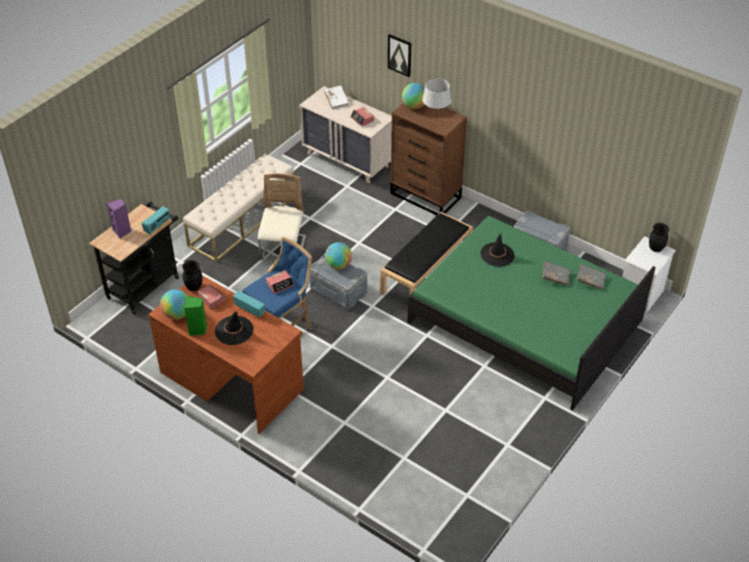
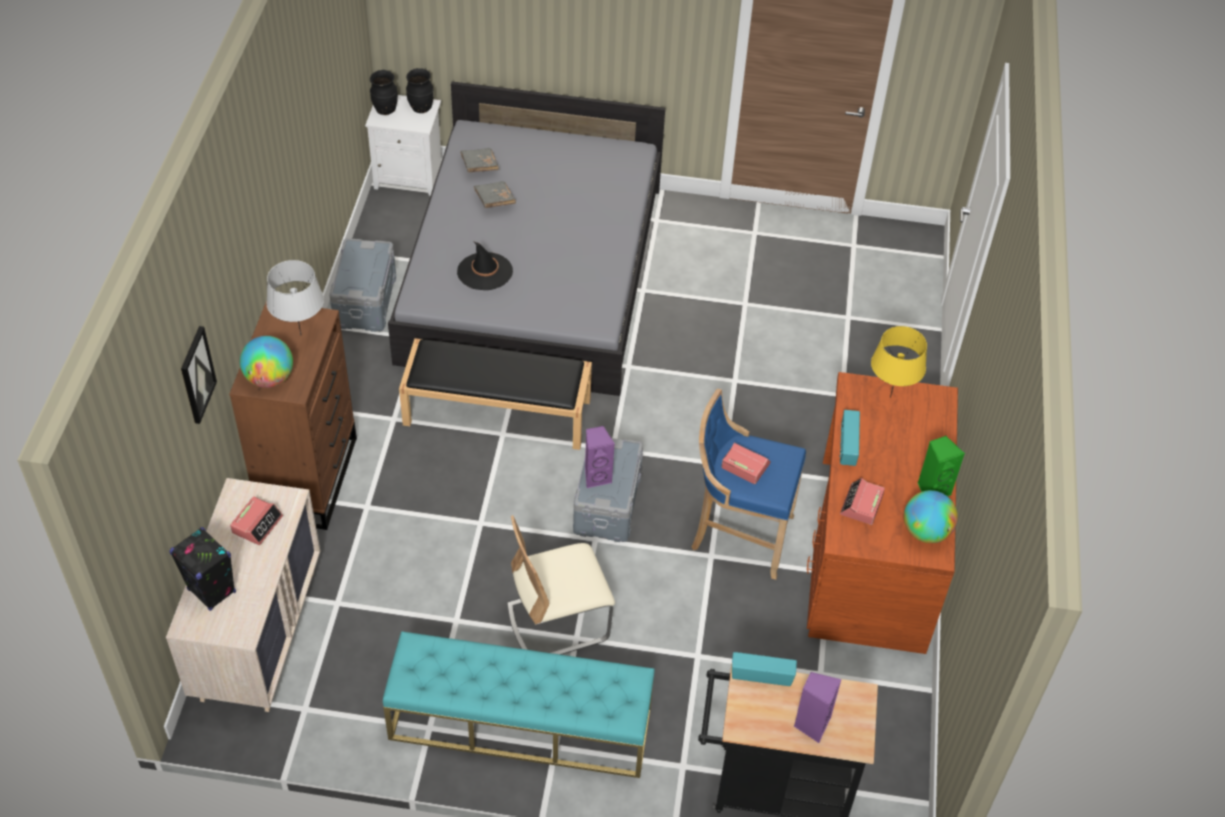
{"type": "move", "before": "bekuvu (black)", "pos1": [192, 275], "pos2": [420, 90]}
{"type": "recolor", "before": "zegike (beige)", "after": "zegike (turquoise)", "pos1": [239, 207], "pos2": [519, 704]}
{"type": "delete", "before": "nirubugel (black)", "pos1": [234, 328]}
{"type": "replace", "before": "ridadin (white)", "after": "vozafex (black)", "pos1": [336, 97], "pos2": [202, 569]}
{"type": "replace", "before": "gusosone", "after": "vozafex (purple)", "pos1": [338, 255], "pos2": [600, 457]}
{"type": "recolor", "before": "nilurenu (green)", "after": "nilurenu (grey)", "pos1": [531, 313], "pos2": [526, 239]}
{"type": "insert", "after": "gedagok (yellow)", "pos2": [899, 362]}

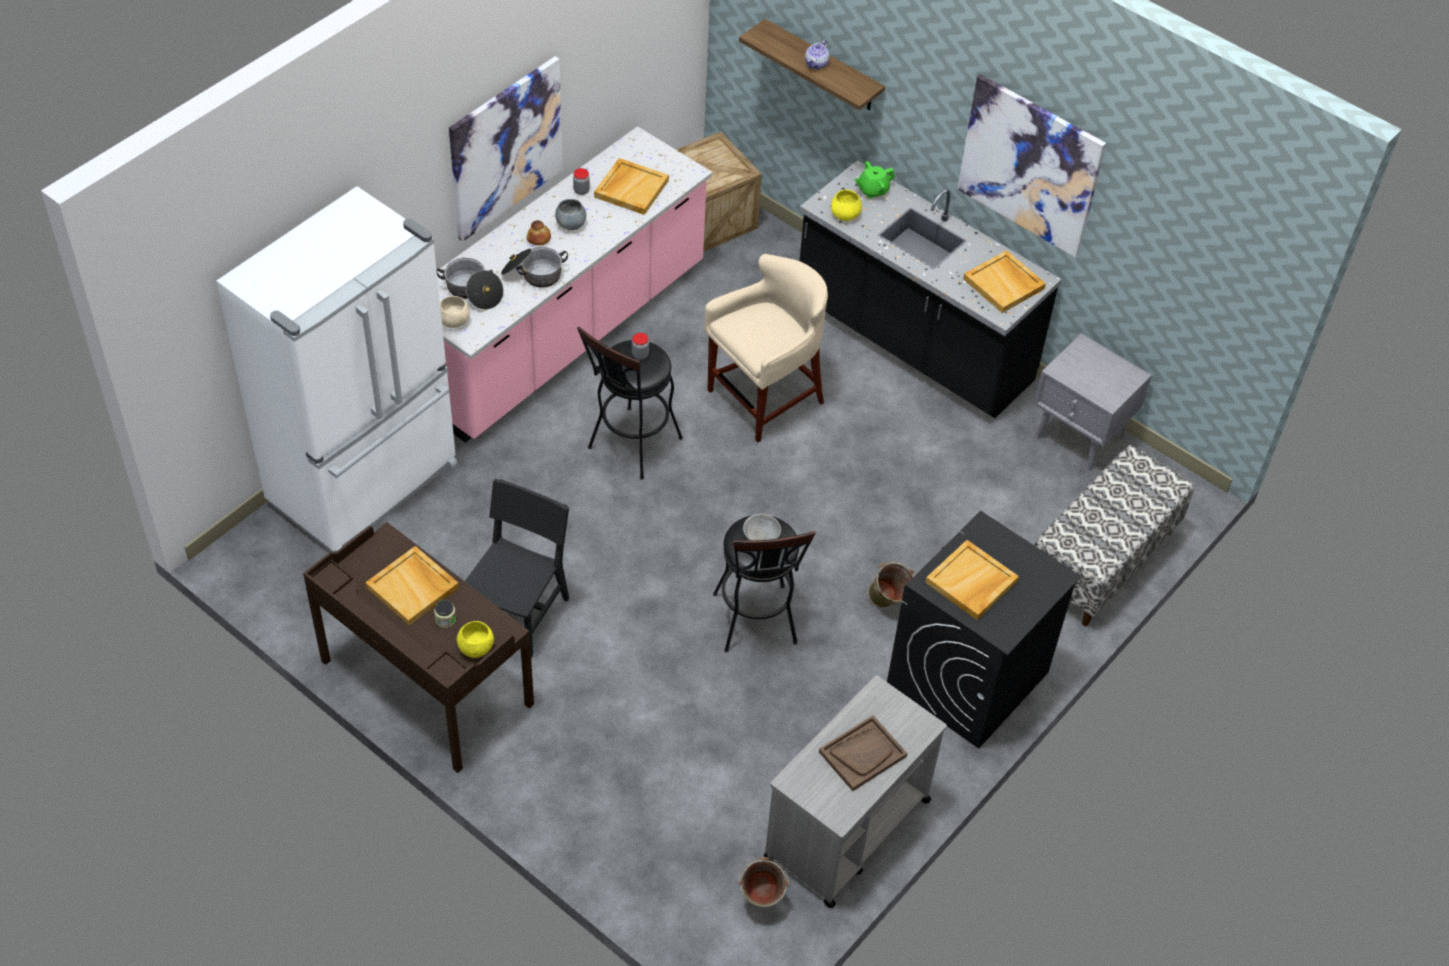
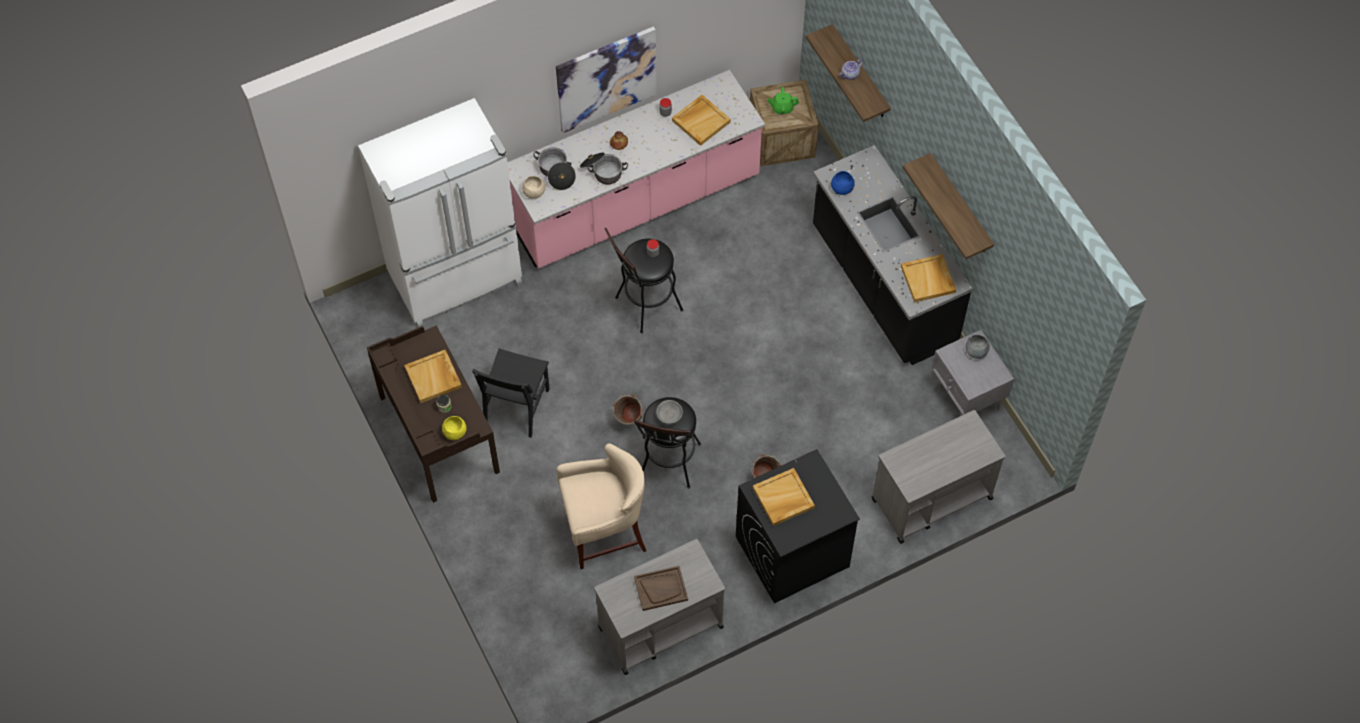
{"type": "rotate", "before": "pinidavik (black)", "pos1": [517, 568], "pos2": [511, 392], "turn": 150}
{"type": "move", "before": "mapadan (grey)", "pos1": [570, 214], "pos2": [978, 347]}
{"type": "move", "before": "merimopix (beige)", "pos1": [766, 348], "pos2": [602, 506]}
{"type": "move", "before": "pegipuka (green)", "pos1": [764, 882], "pos2": [628, 409]}
{"type": "recolor", "before": "mapadan (yellow)", "after": "mapadan (blue)", "pos1": [846, 205], "pos2": [843, 183]}
{"type": "move", "before": "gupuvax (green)", "pos1": [875, 180], "pos2": [783, 100]}
{"type": "replace", "before": "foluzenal", "after": "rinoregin", "pos1": [1031, 165], "pos2": [948, 206]}
{"type": "replace", "before": "zegike", "after": "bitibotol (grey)", "pos1": [1114, 535], "pos2": [938, 477]}

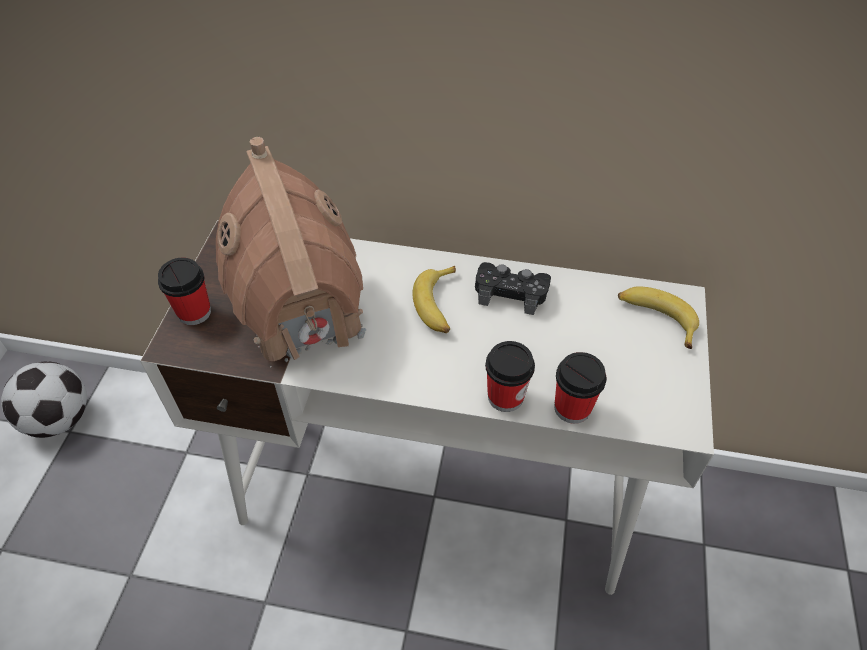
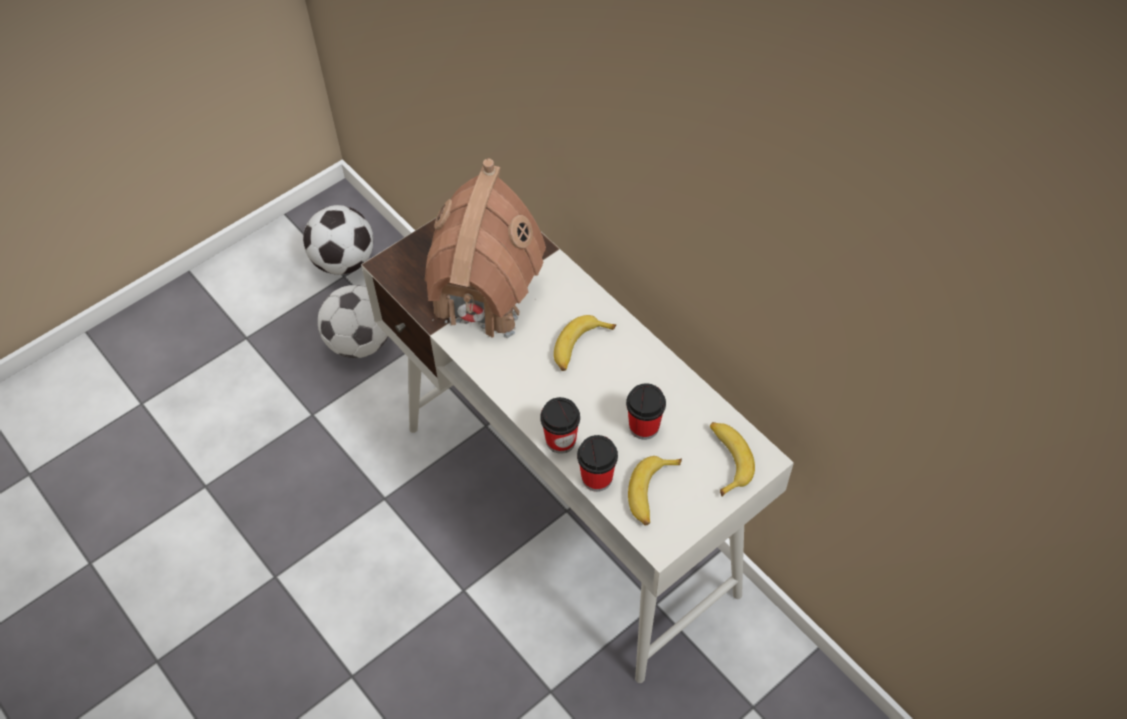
{"type": "move", "before": "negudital", "pos1": [184, 291], "pos2": [646, 411]}
{"type": "delete", "before": "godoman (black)", "pos1": [513, 288]}
{"type": "insert", "after": "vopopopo", "pos2": [353, 321]}
{"type": "insert", "after": "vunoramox", "pos2": [655, 491]}

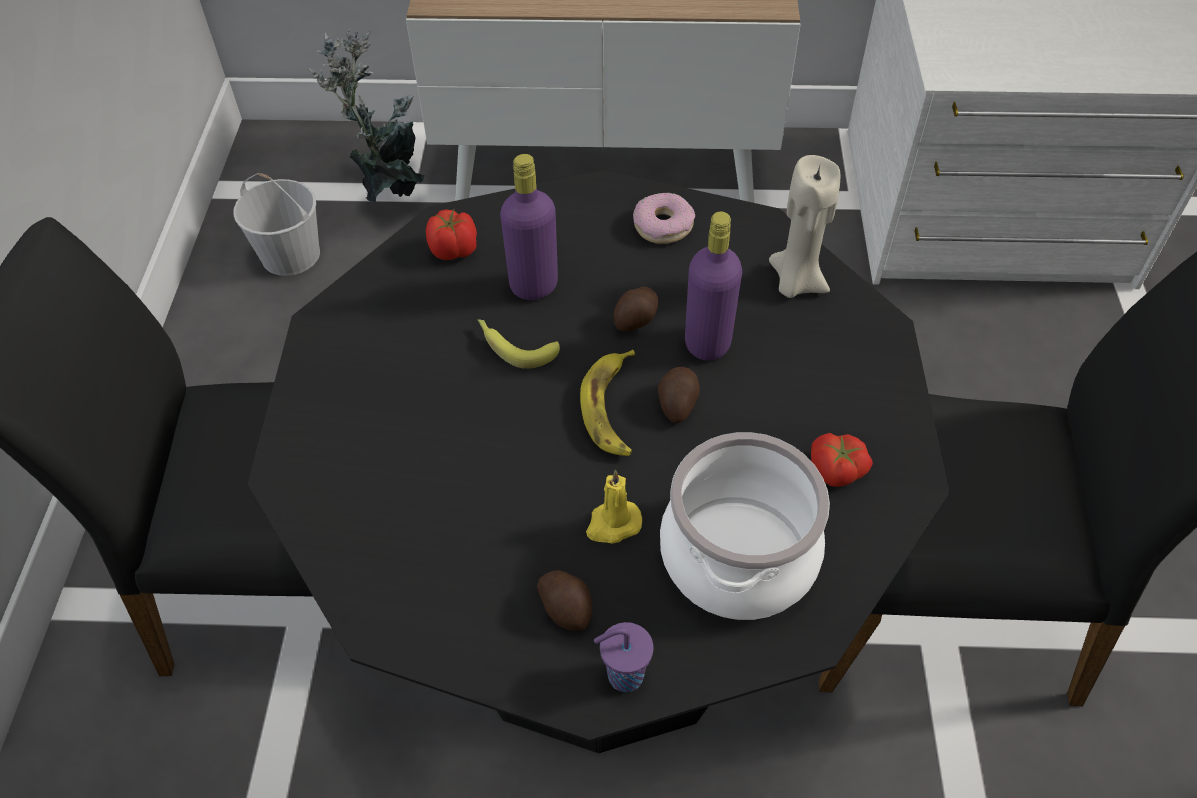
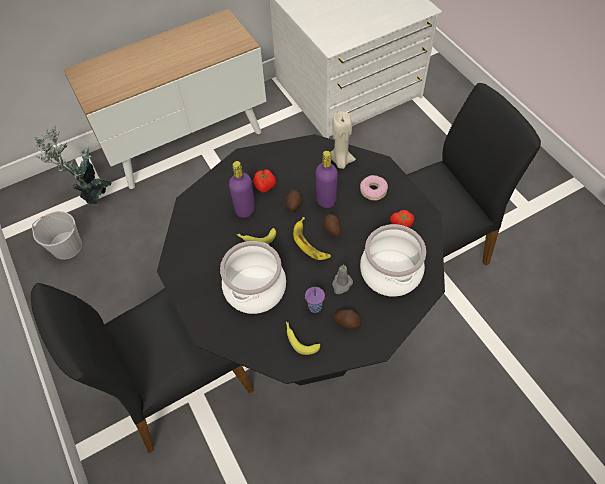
{"type": "move", "before": "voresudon", "pos1": [451, 234], "pos2": [264, 180]}
{"type": "recolor", "before": "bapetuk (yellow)", "after": "bapetuk (grey)", "pos1": [614, 507], "pos2": [342, 279]}
{"type": "move", "before": "negudital (purple)", "pos1": [624, 657], "pos2": [315, 300]}
{"type": "move", "before": "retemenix", "pos1": [664, 218], "pos2": [374, 188]}
{"type": "insert", "after": "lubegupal", "pos2": [253, 277]}
{"type": "insert", "after": "vunoramox", "pos2": [303, 338]}

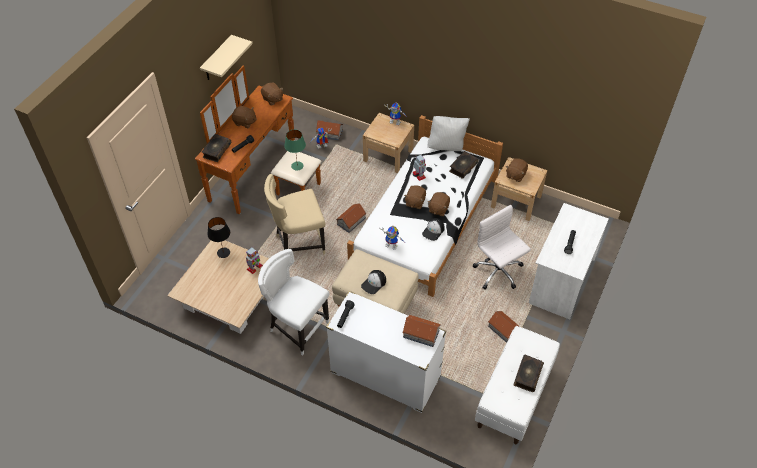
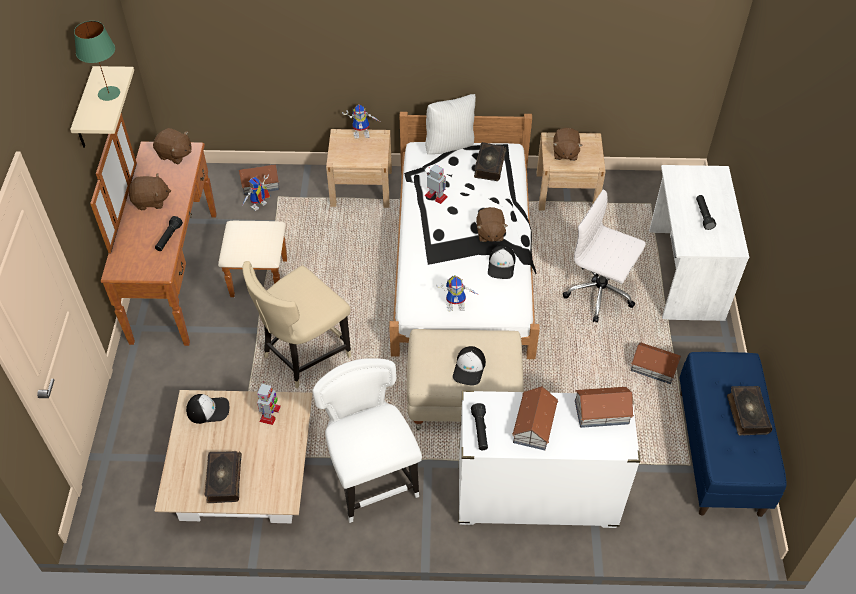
{"type": "move", "before": "ridadin", "pos1": [216, 148], "pos2": [223, 477]}
{"type": "replace", "before": "gedagok (black)", "after": "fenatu", "pos1": [218, 237], "pos2": [207, 409]}
{"type": "rotate", "before": "pinidavik (white)", "pos1": [293, 302], "pos2": [367, 440], "turn": 60}
{"type": "move", "before": "gedagok (green)", "pos1": [295, 149], "pos2": [97, 61]}
{"type": "move", "before": "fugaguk", "pos1": [351, 218], "pos2": [535, 418]}
{"type": "delete", "before": "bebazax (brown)", "pos1": [415, 197]}
{"type": "recolor", "before": "zegike (white)", "after": "zegike (blue)", "pos1": [517, 385], "pos2": [733, 434]}

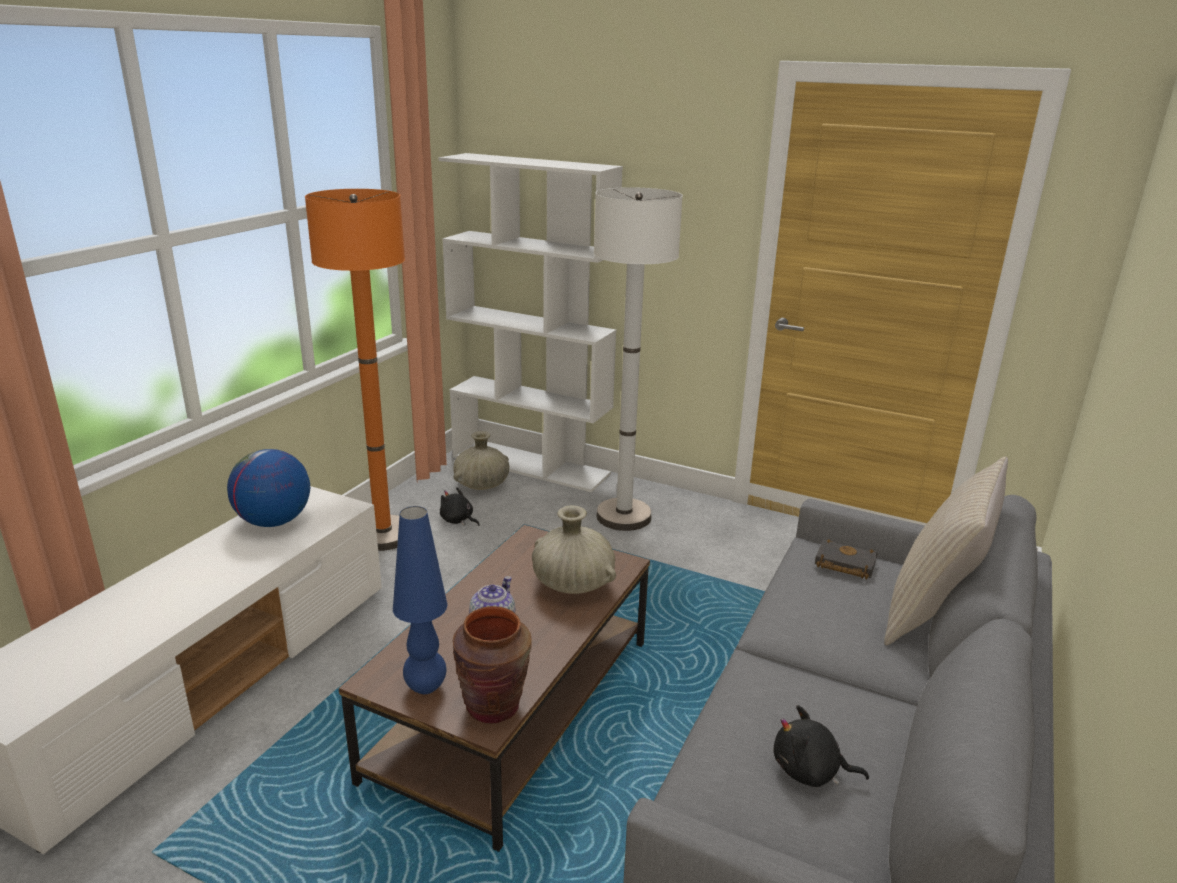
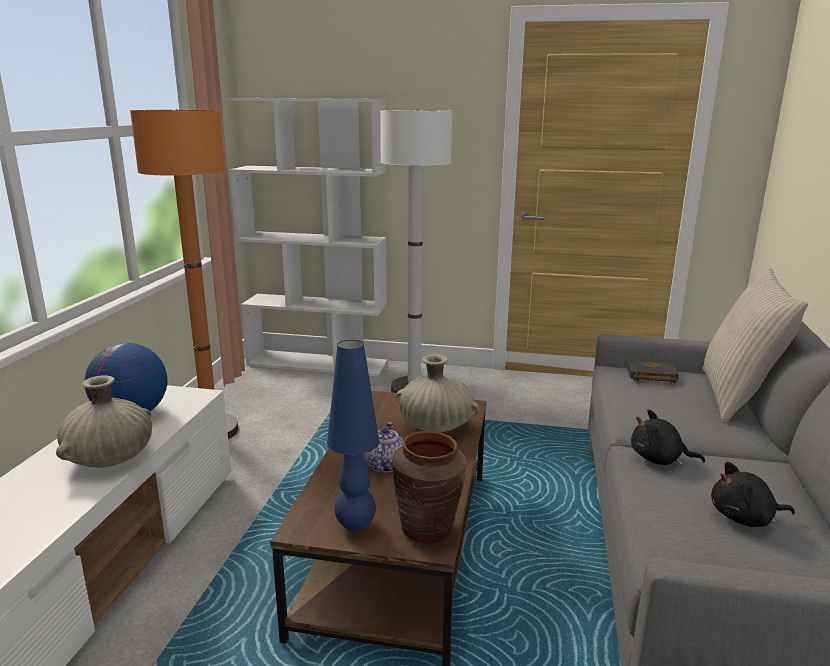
{"type": "move", "before": "bebazax (black)", "pos1": [460, 506], "pos2": [668, 437]}
{"type": "move", "before": "bekuvu (beige)", "pos1": [481, 460], "pos2": [104, 421]}

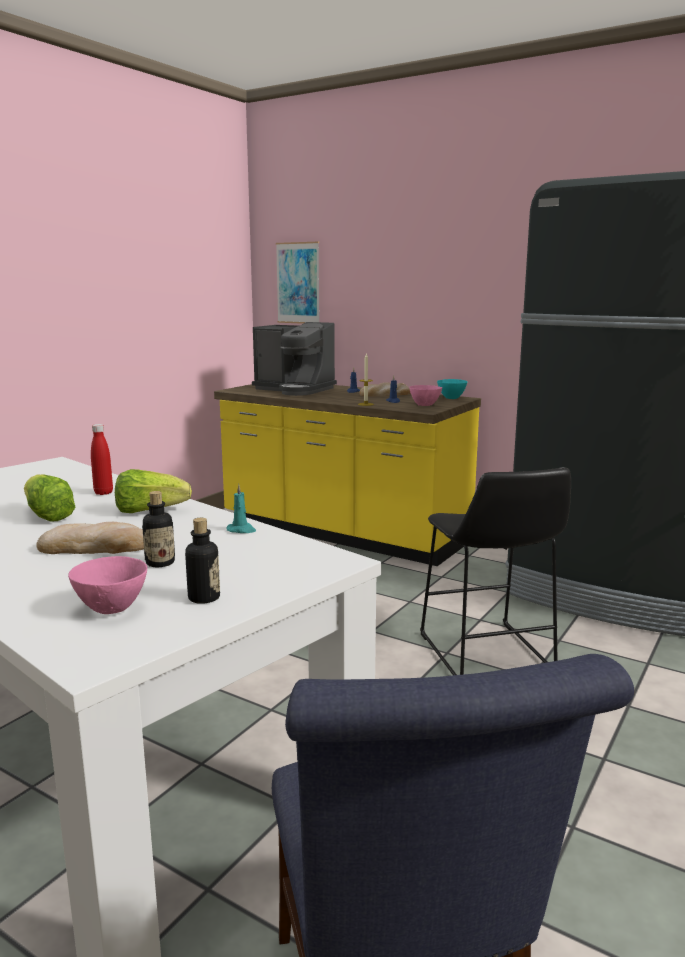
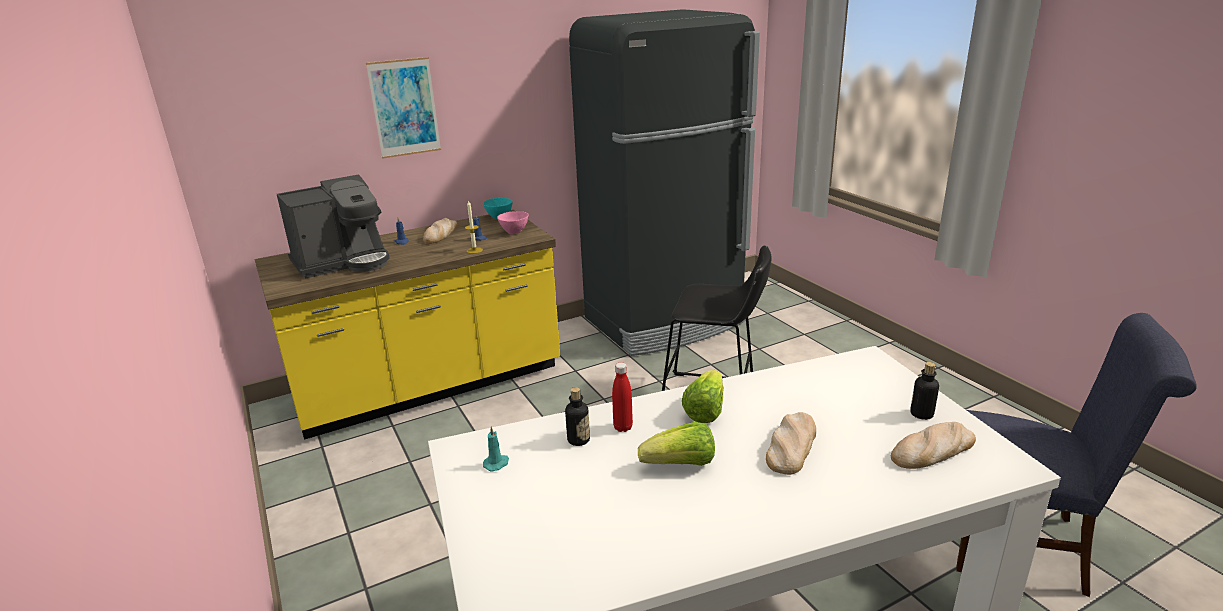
{"type": "replace", "before": "mapadan (pink)", "after": "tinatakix", "pos1": [107, 585], "pos2": [933, 445]}
{"type": "move", "before": "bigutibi", "pos1": [158, 529], "pos2": [577, 416]}
{"type": "move", "before": "bapetuk (turquoise)", "pos1": [241, 508], "pos2": [496, 449]}
{"type": "move", "before": "foluzenal", "pos1": [297, 283], "pos2": [403, 107]}

